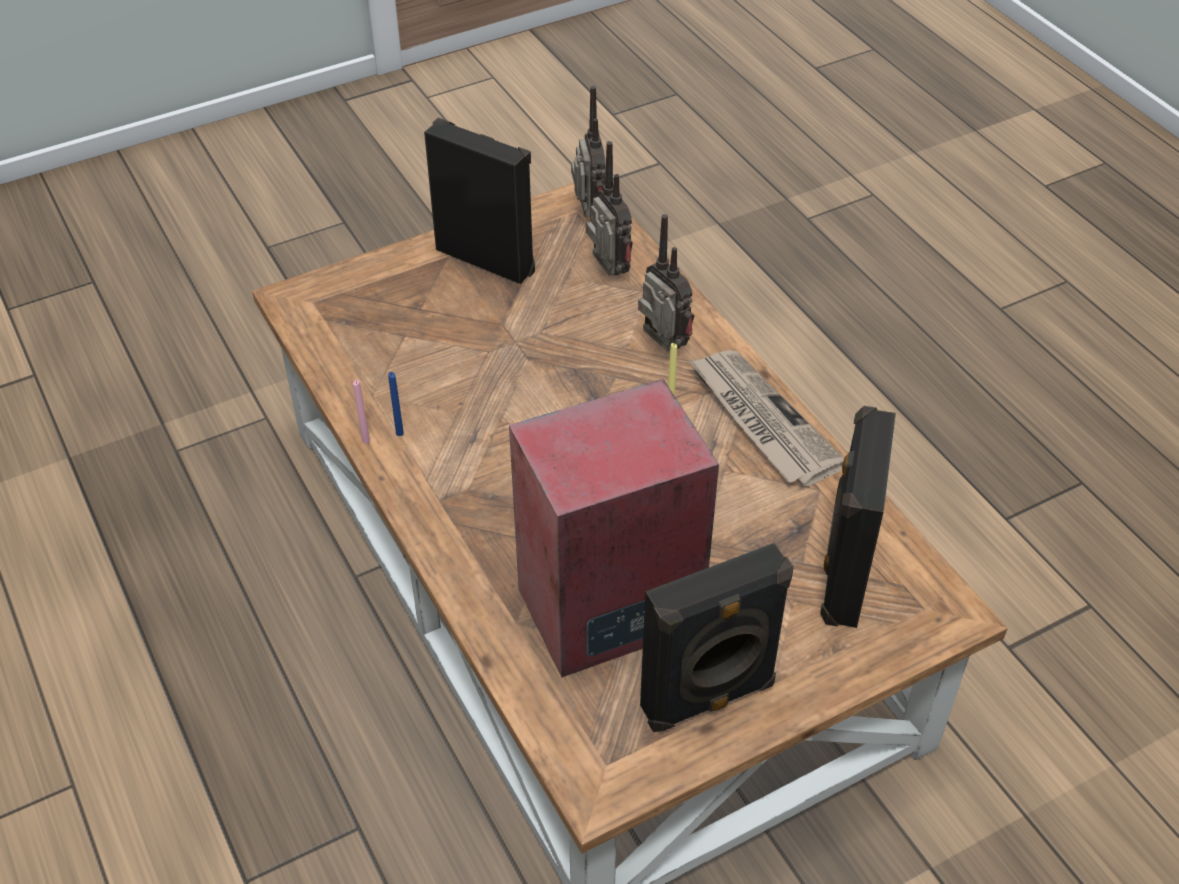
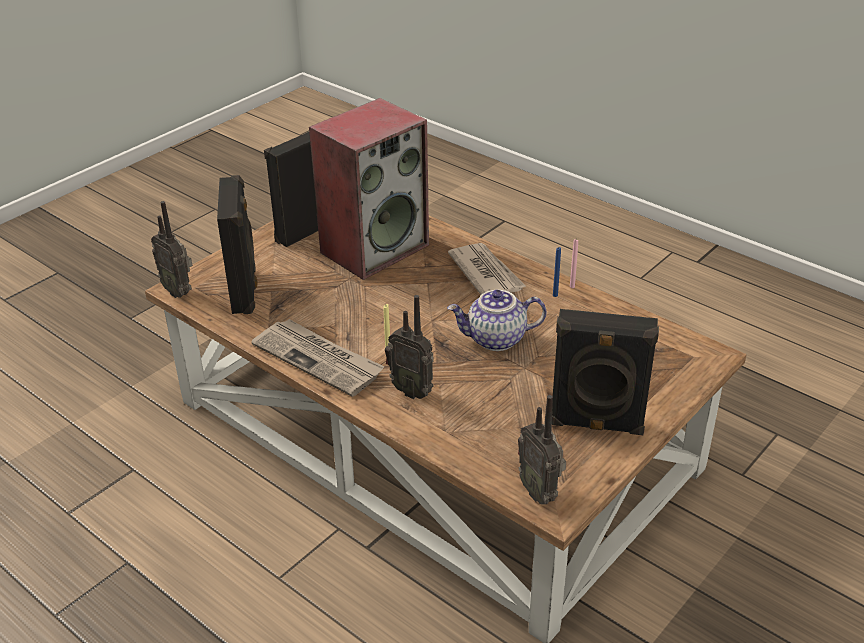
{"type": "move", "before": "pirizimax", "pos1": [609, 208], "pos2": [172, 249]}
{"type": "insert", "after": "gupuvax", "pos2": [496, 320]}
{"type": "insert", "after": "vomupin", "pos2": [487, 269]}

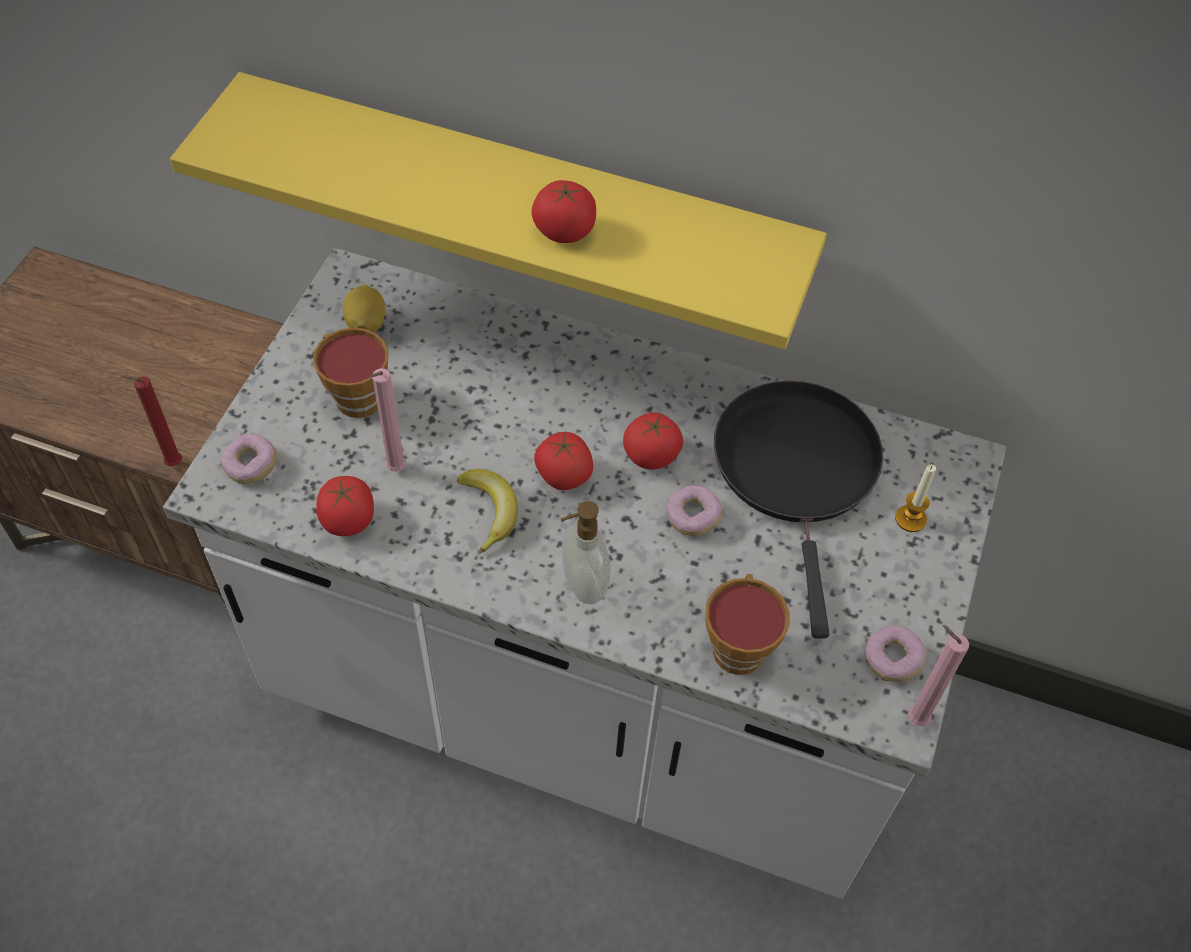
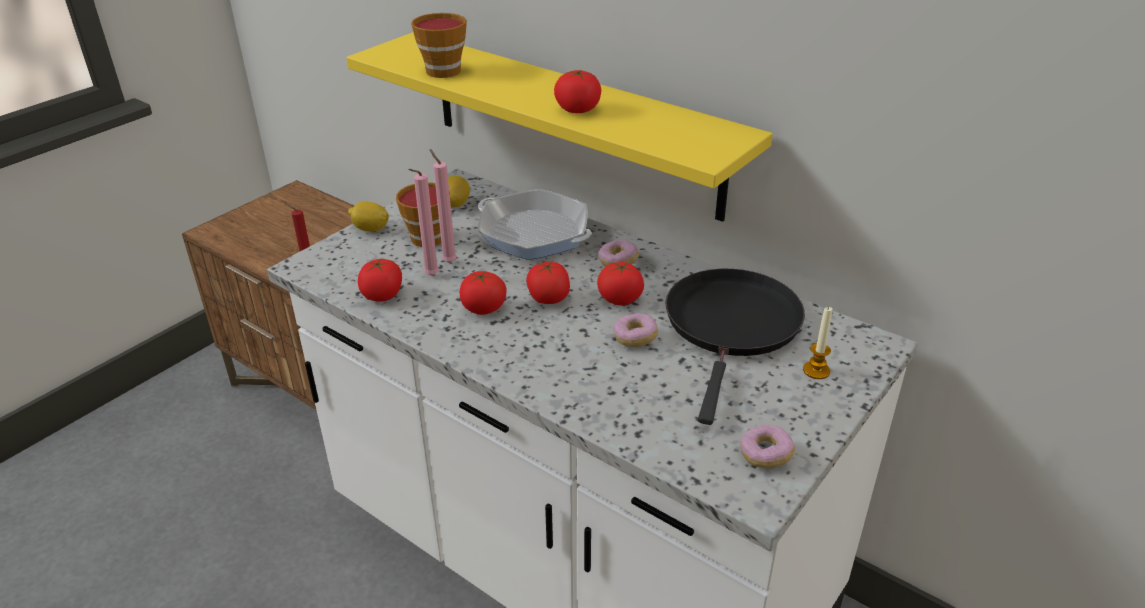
{"type": "move", "before": "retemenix", "pos1": [249, 459], "pos2": [618, 253]}
{"type": "replace", "before": "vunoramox", "after": "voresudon", "pos1": [487, 511], "pos2": [483, 293]}
{"type": "delete", "before": "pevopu", "pos1": [586, 552]}
{"type": "move", "before": "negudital", "pos1": [747, 624], "pos2": [439, 45]}
{"type": "move", "before": "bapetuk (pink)", "pos1": [938, 675], "pos2": [443, 206]}
{"type": "insert", "after": "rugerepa", "pos2": [368, 216]}
{"type": "insert", "after": "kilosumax", "pos2": [535, 224]}

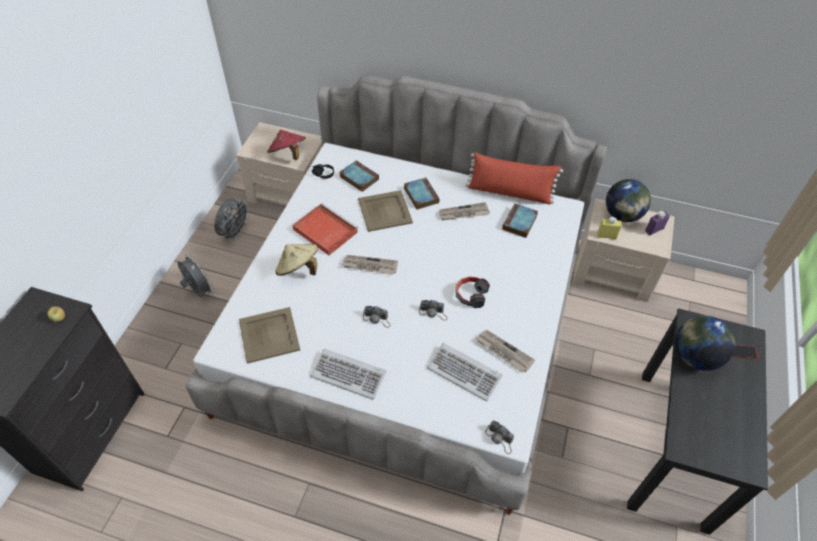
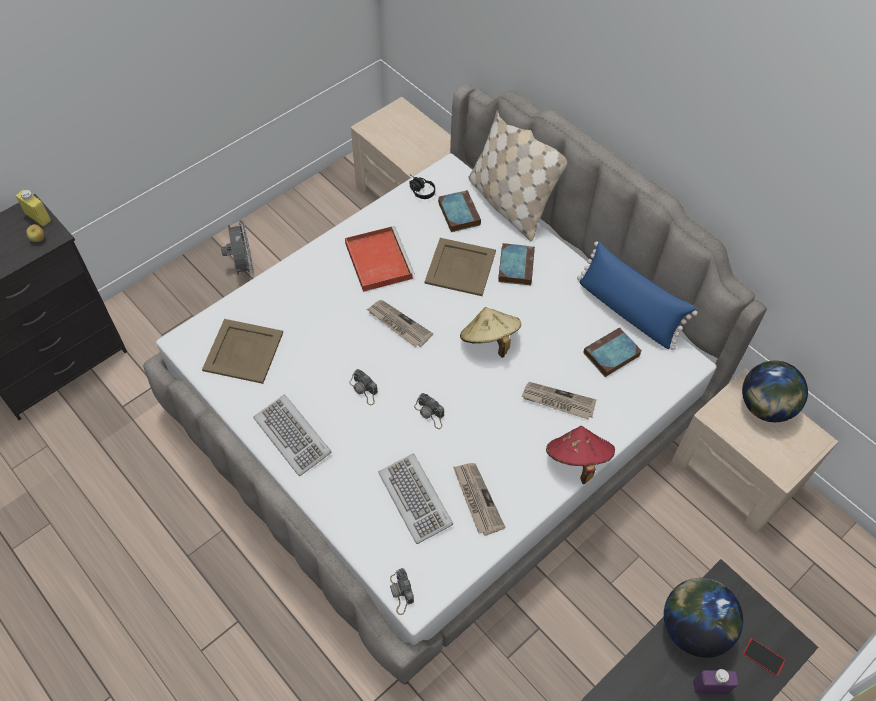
{"type": "delete", "before": "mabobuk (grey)", "pos1": [232, 219]}
{"type": "move", "before": "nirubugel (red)", "pos1": [286, 145], "pos2": [580, 455]}
{"type": "move", "before": "nirubugel (beige)", "pos1": [297, 260], "pos2": [490, 332]}
{"type": "move", "before": "vomupin", "pos1": [464, 211], "pos2": [558, 401]}
{"type": "delete", "before": "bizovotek", "pos1": [473, 292]}
{"type": "recolor", "before": "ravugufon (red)", "after": "ravugufon (blue)", "pos1": [514, 178], "pos2": [637, 295]}
{"type": "move", "before": "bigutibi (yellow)", "pos1": [609, 228], "pos2": [33, 207]}
{"type": "move", "before": "bigutibi (purple)", "pos1": [657, 223], "pos2": [715, 681]}
{"type": "insert", "after": "ravugufon (beige)", "pos2": [517, 175]}

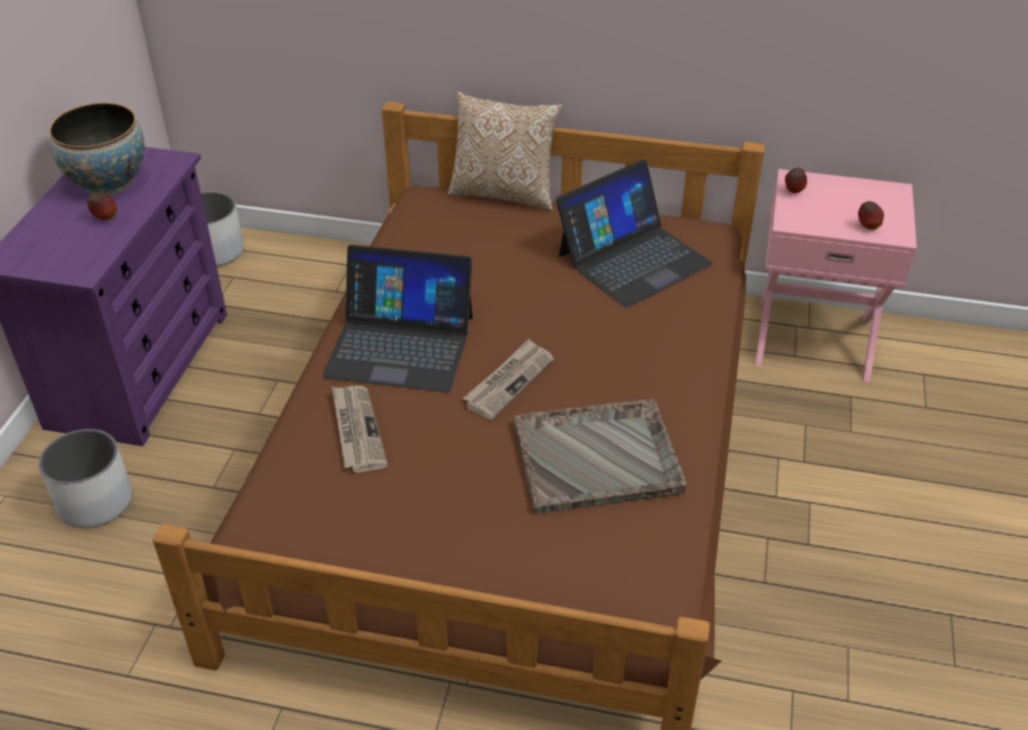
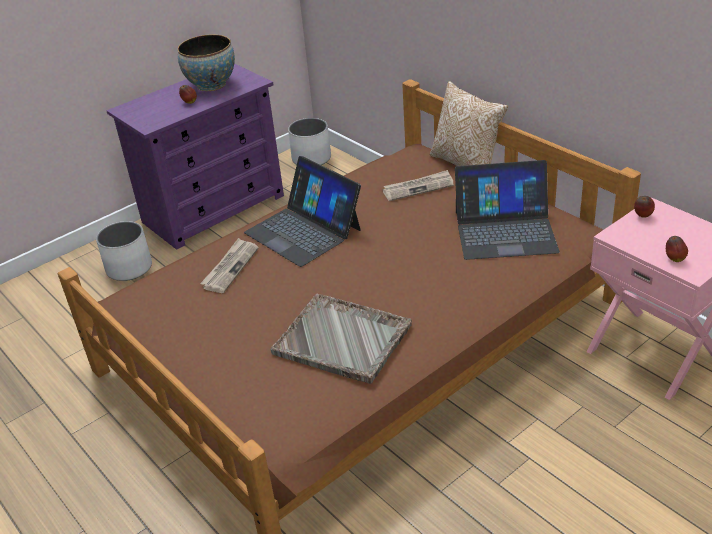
{"type": "move", "before": "vomupin", "pos1": [508, 379], "pos2": [418, 185]}

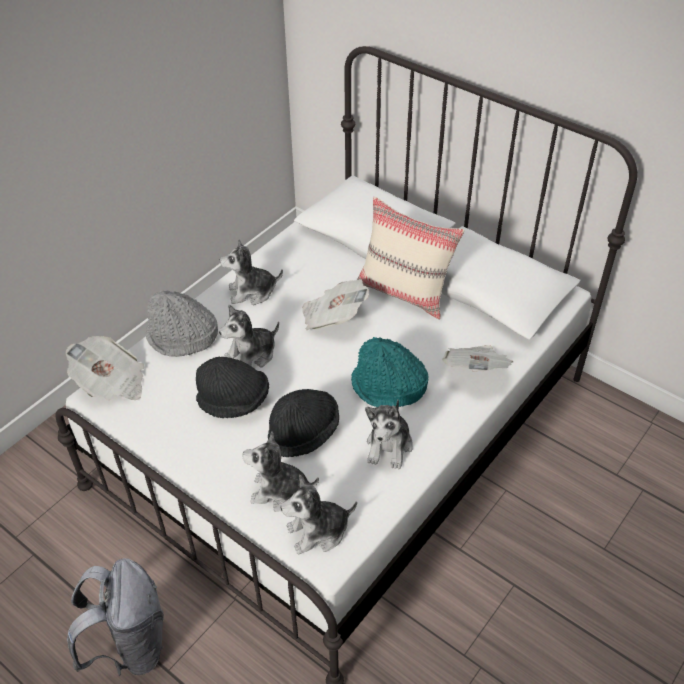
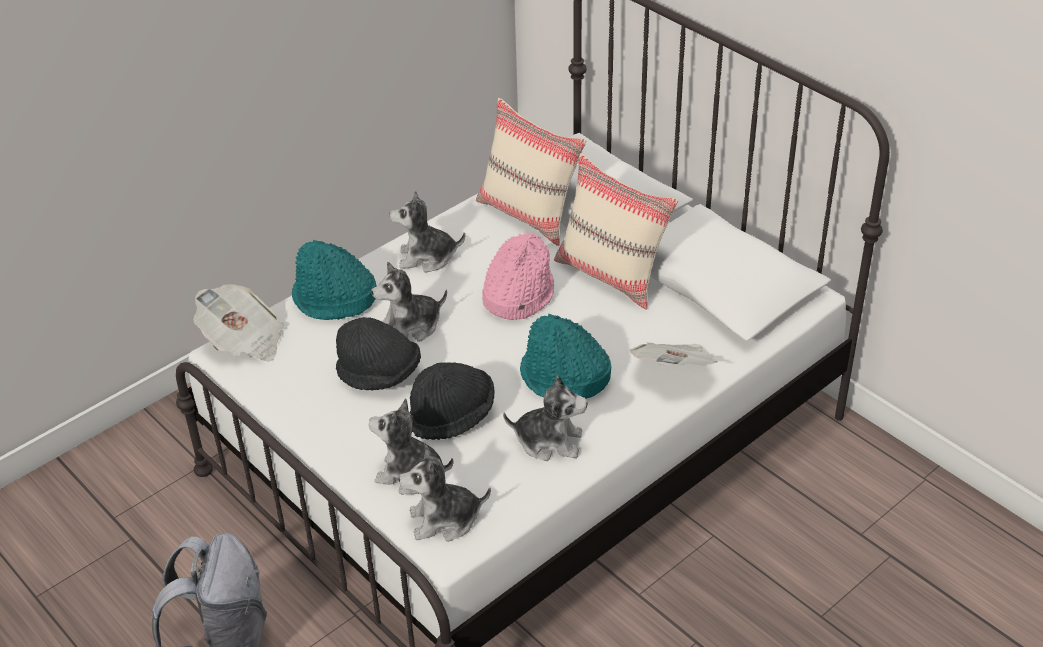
{"type": "recolor", "before": "nirubugel (grey)", "after": "nirubugel (turquoise)", "pos1": [182, 323], "pos2": [334, 280]}
{"type": "replace", "before": "vomupin", "after": "nirubugel (pink)", "pos1": [335, 304], "pos2": [518, 276]}
{"type": "rotate", "before": "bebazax", "pos1": [389, 434], "pos2": [545, 418], "turn": -105}
{"type": "insert", "after": "ravugufon (beige)", "pos2": [531, 172]}

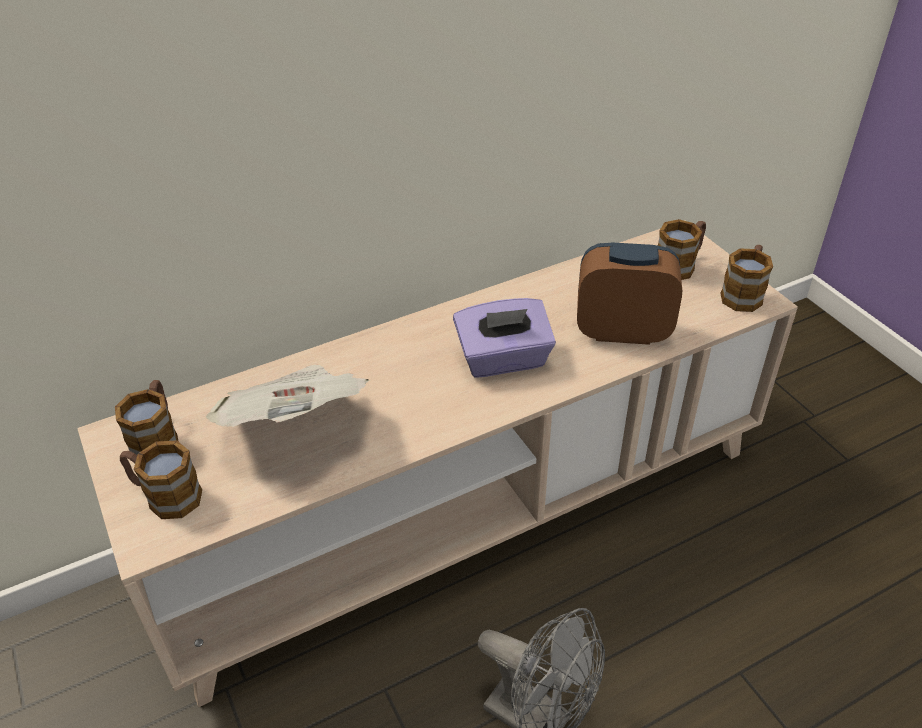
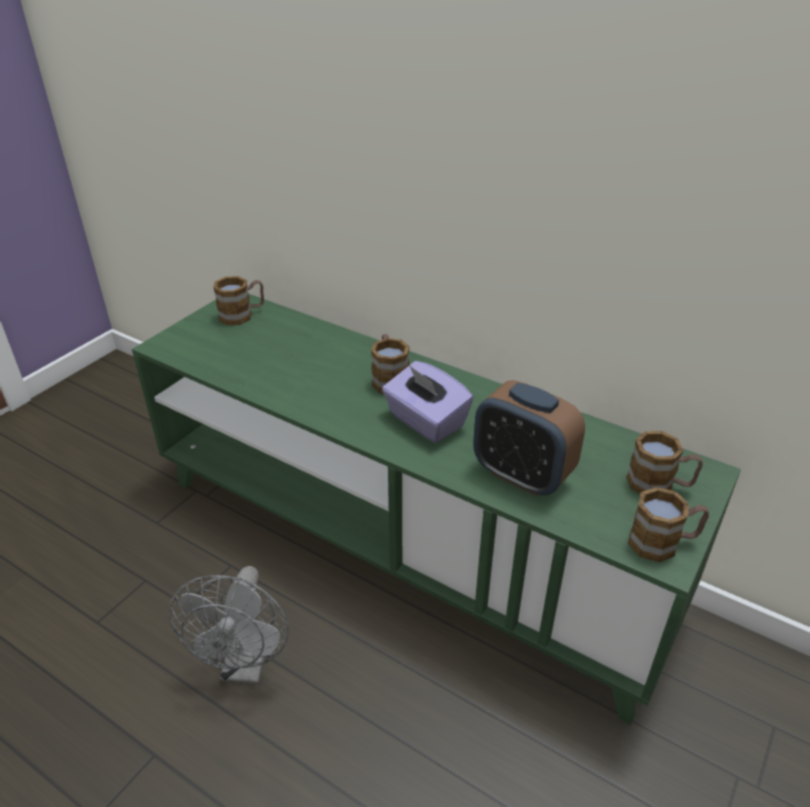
{"type": "recolor", "before": "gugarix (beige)", "after": "gugarix (green)", "pos1": [437, 463], "pos2": [436, 509]}
{"type": "move", "before": "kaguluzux", "pos1": [161, 479], "pos2": [390, 364]}
{"type": "delete", "before": "vomupin", "pos1": [288, 396]}
{"type": "rotate", "before": "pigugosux", "pos1": [629, 294], "pos2": [529, 438], "turn": 150}

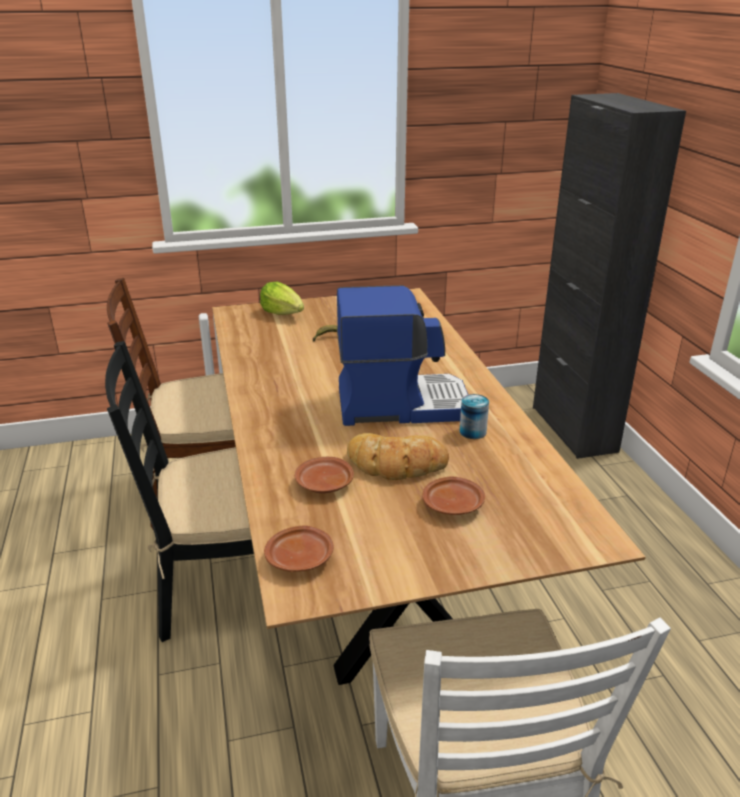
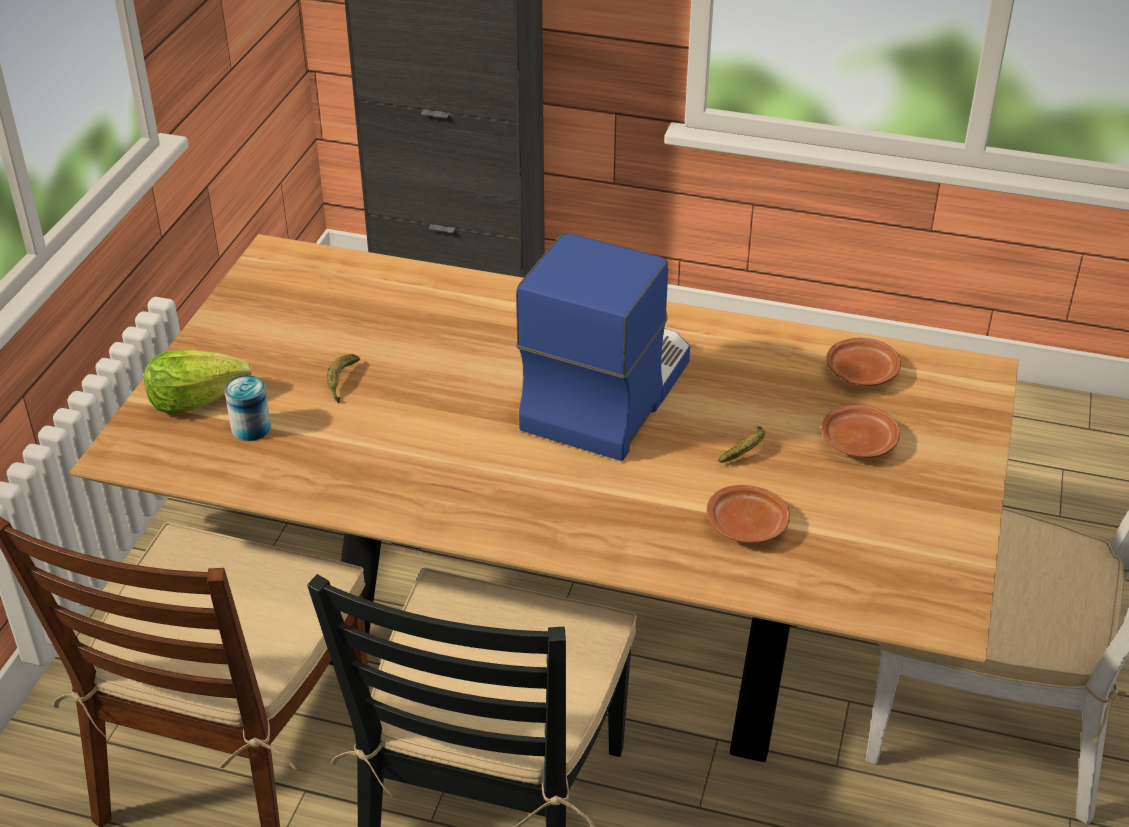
{"type": "move", "before": "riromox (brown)", "pos1": [299, 548], "pos2": [863, 362]}
{"type": "replace", "before": "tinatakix", "after": "vunoramox", "pos1": [398, 456], "pos2": [742, 444]}
{"type": "move", "before": "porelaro", "pos1": [474, 416], "pos2": [247, 408]}

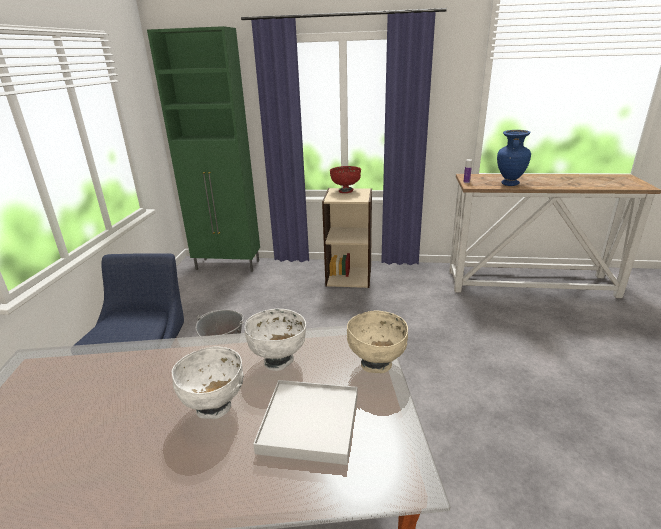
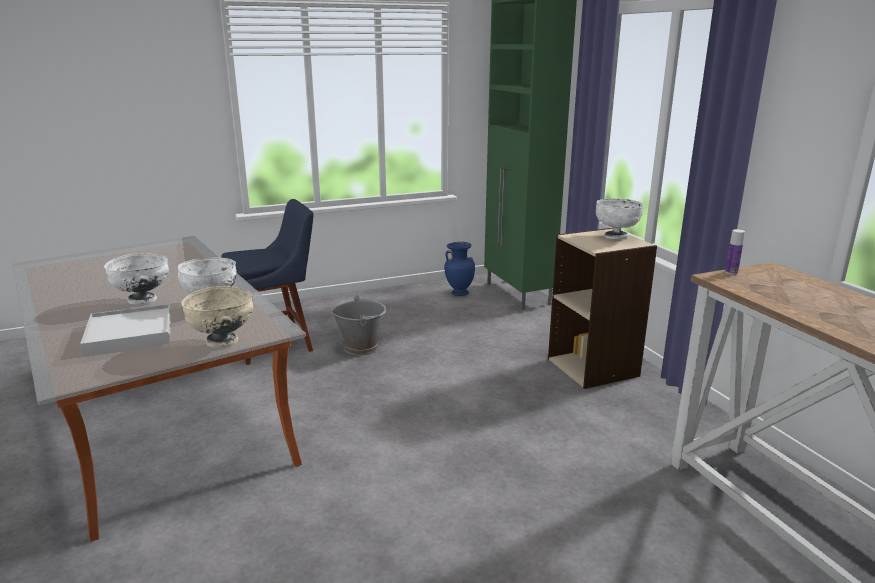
{"type": "recolor", "before": "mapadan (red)", "after": "mapadan (white)", "pos1": [345, 179], "pos2": [620, 218]}
{"type": "move", "before": "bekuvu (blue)", "pos1": [514, 158], "pos2": [459, 269]}

